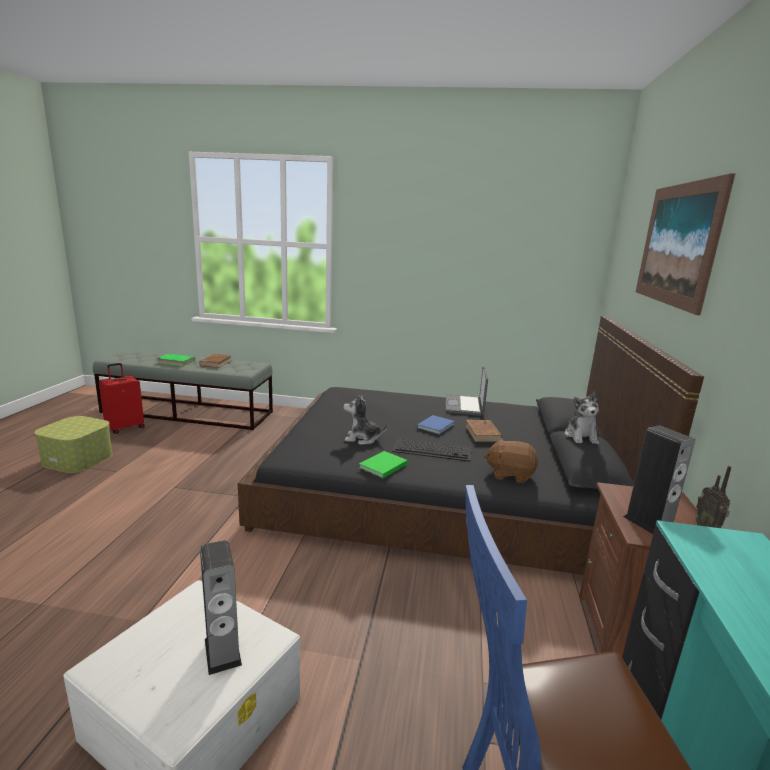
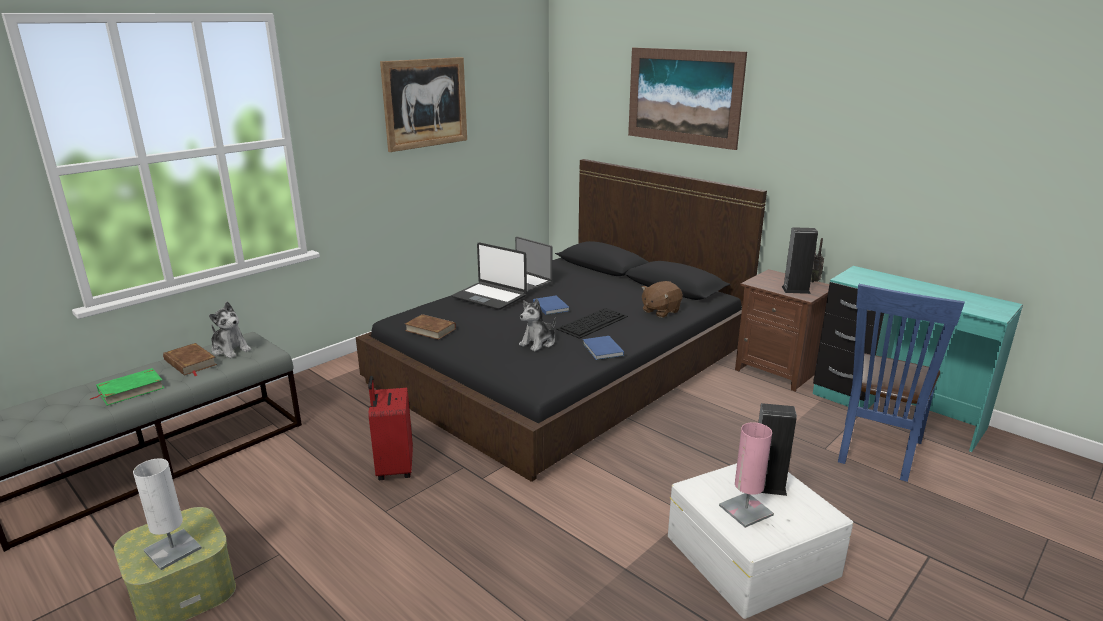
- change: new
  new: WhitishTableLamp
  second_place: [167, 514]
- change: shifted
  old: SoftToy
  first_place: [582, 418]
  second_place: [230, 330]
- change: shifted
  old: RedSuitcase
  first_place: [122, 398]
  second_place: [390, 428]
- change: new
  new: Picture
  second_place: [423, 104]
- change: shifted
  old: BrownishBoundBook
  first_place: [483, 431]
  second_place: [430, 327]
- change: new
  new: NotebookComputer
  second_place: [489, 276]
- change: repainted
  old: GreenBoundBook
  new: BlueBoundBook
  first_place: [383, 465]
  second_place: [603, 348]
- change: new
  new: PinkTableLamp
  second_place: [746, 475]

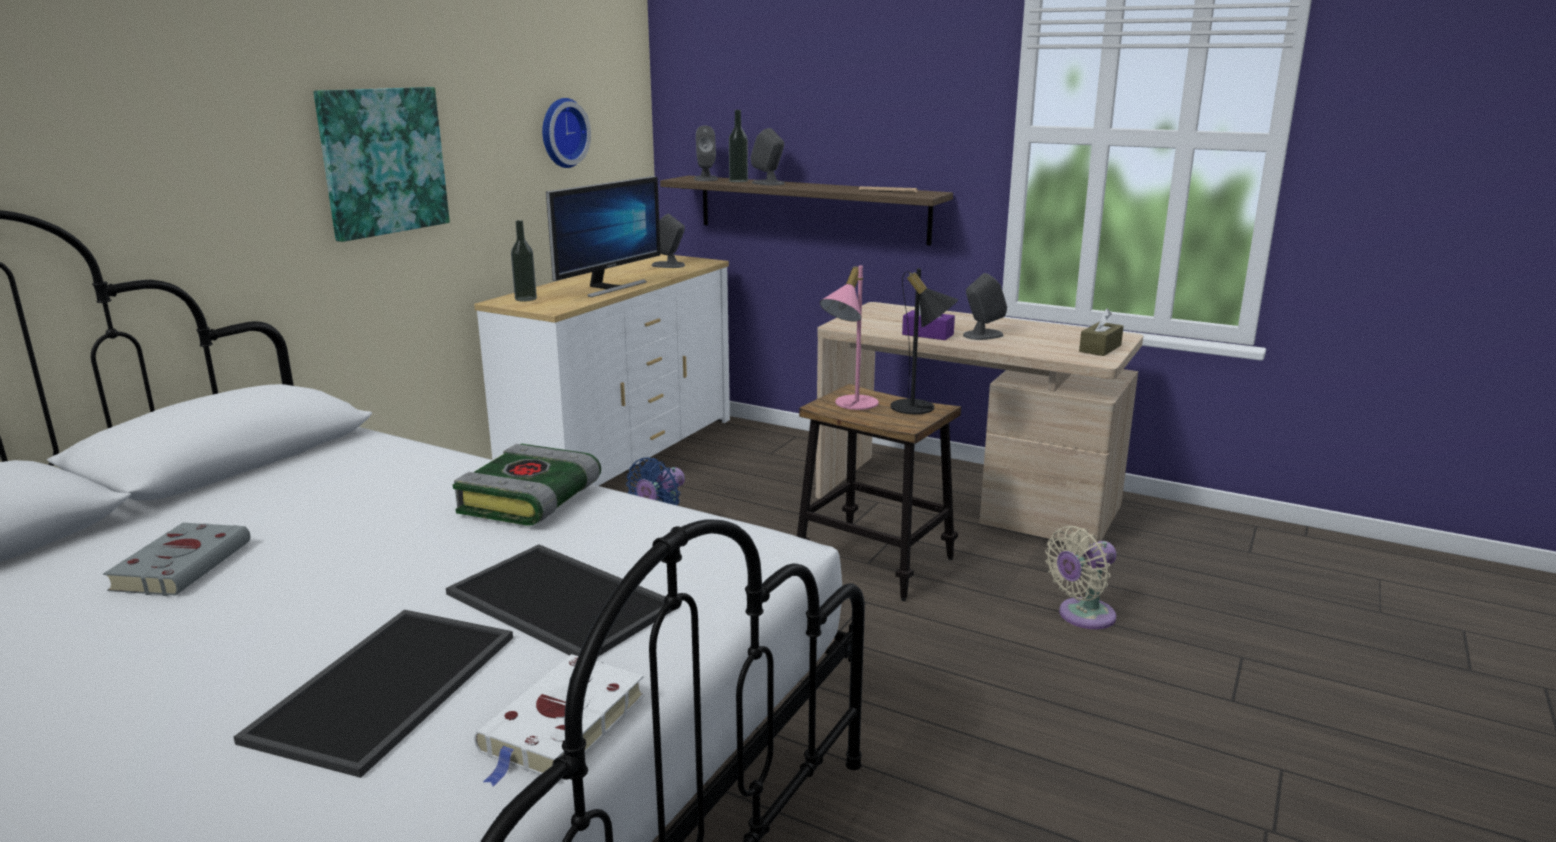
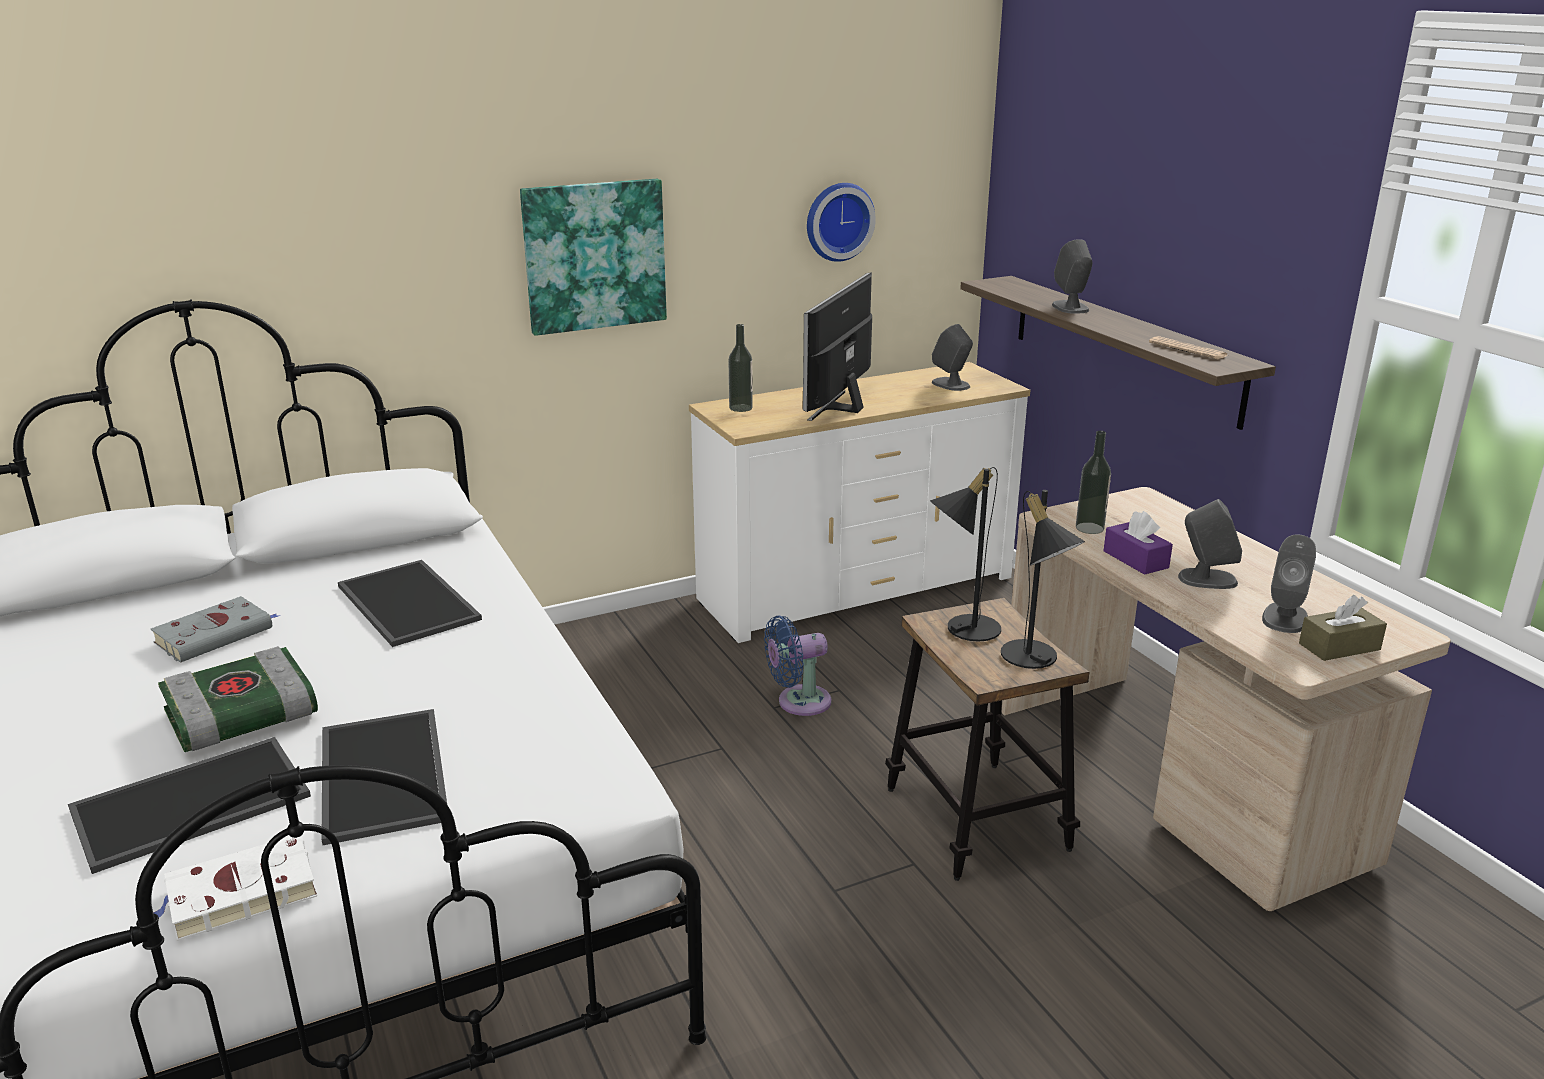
- change: shifted
  old: BoundBook
  first_place: [527, 485]
  second_place: [238, 699]
- change: new
  new: CarryingTray
  second_place: [410, 603]
- change: rotated
  old: ComputerScreen
  first_place: [603, 236]
  second_place: [837, 346]
  degrees: 135
- change: repainted
  old: PinkTableLamp
  new: BlackTableLamp
  first_place: [849, 337]
  second_place: [965, 554]
- change: shifted
  old: DrinkBottle
  first_place: [738, 146]
  second_place: [1093, 482]
- change: shifted
  old: GreyLoudspeaker
  first_place: [706, 153]
  second_place: [1289, 583]
- change: gone
  old: BeigeColouredCoolingFan
  first_place: [1080, 577]

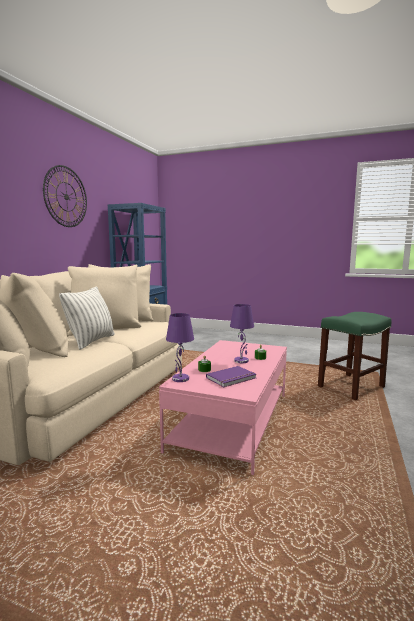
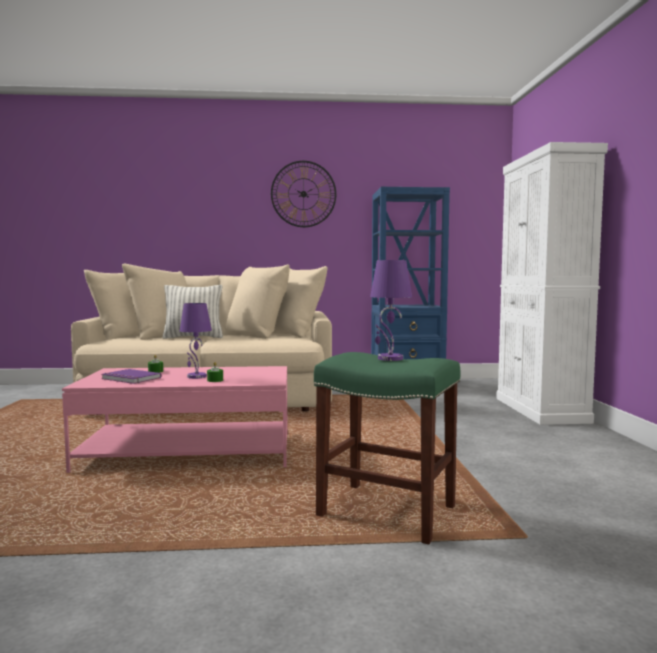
- change: shifted
  old: PurpleColouredTableLamp
  first_place: [180, 347]
  second_place: [391, 310]
- change: new
  new: WhitishCupboard
  second_place: [552, 283]

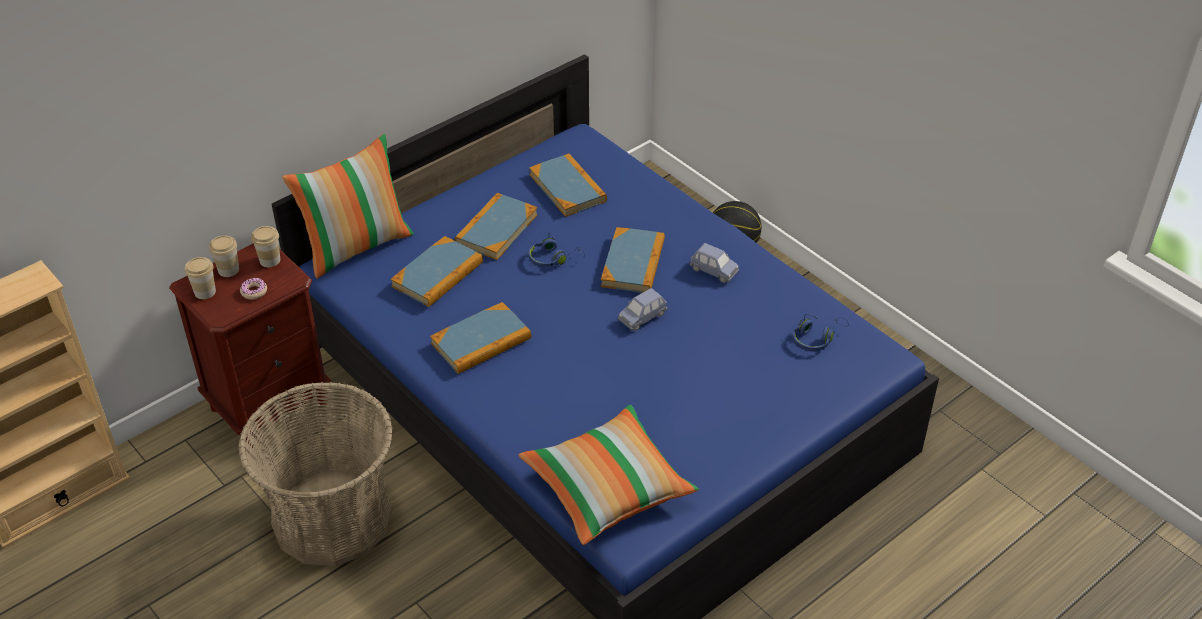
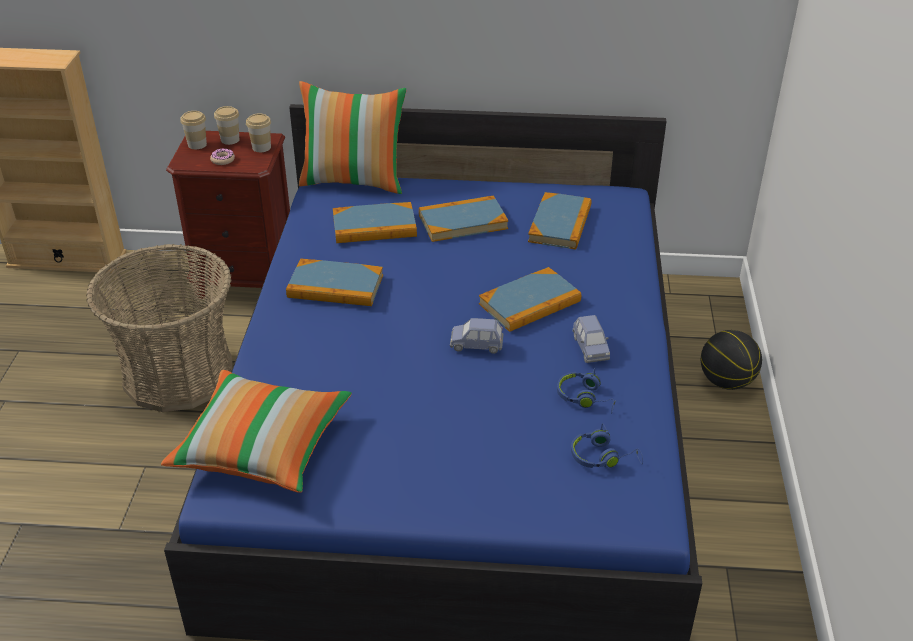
- change: shifted
  old: BlueHeadphones
  first_place: [556, 249]
  second_place: [586, 390]

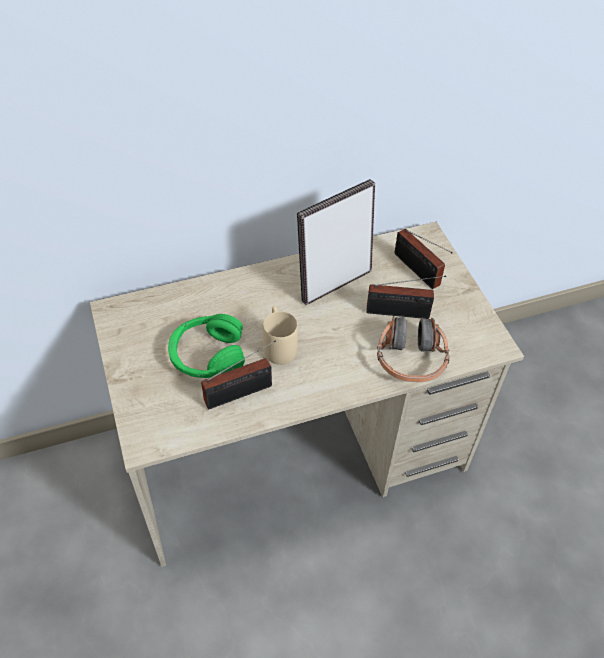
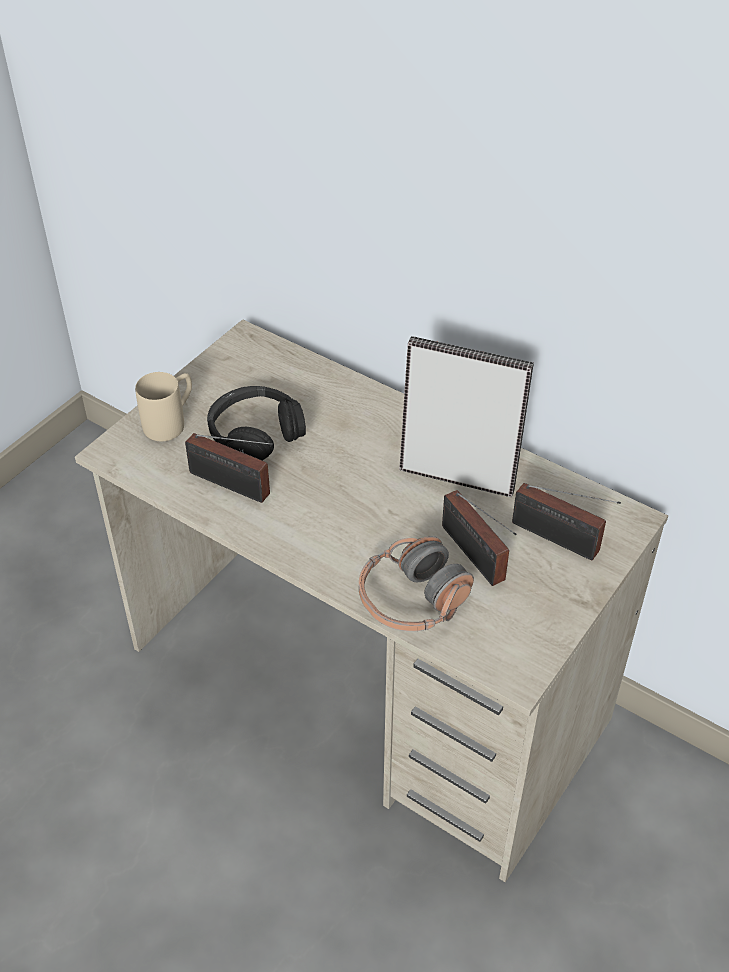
- change: shifted
  old: BeigeColouredMug
  first_place: [280, 335]
  second_place: [163, 406]
- change: repainted
  old: GreenHeadphones
  new: BlackHeadphones
  first_place: [206, 346]
  second_place: [256, 423]
- change: rotated
  old: Radio
  first_place: [423, 259]
  second_place: [566, 521]
  degrees: -75

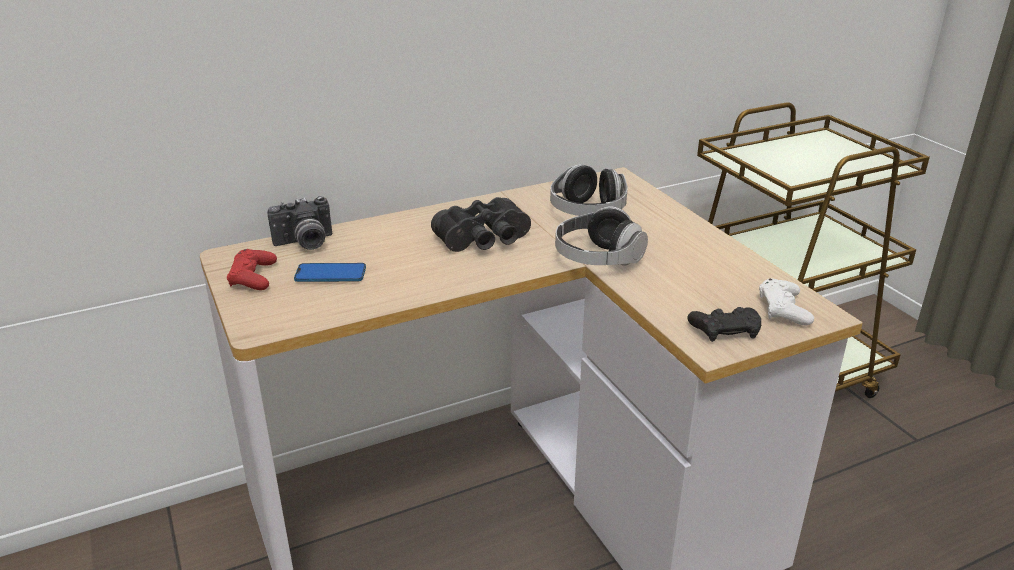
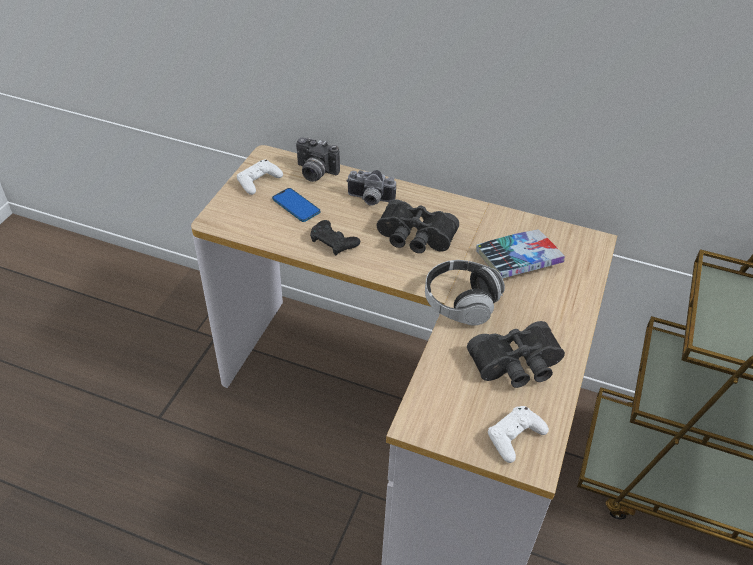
- change: repainted
  old: RedGamepad
  new: WhitishGamepad
  first_place: [252, 269]
  second_place: [260, 177]
- change: shifted
  old: BlackGamepad
  first_place: [724, 324]
  second_place: [335, 237]
- change: new
  new: StillCamera
  second_place: [371, 188]
- change: new
  new: BlackBinoculars
  second_place: [516, 354]
- change: swapped
  old: Headphones
  new: BoundBook
  first_place: [589, 190]
  second_place: [520, 253]

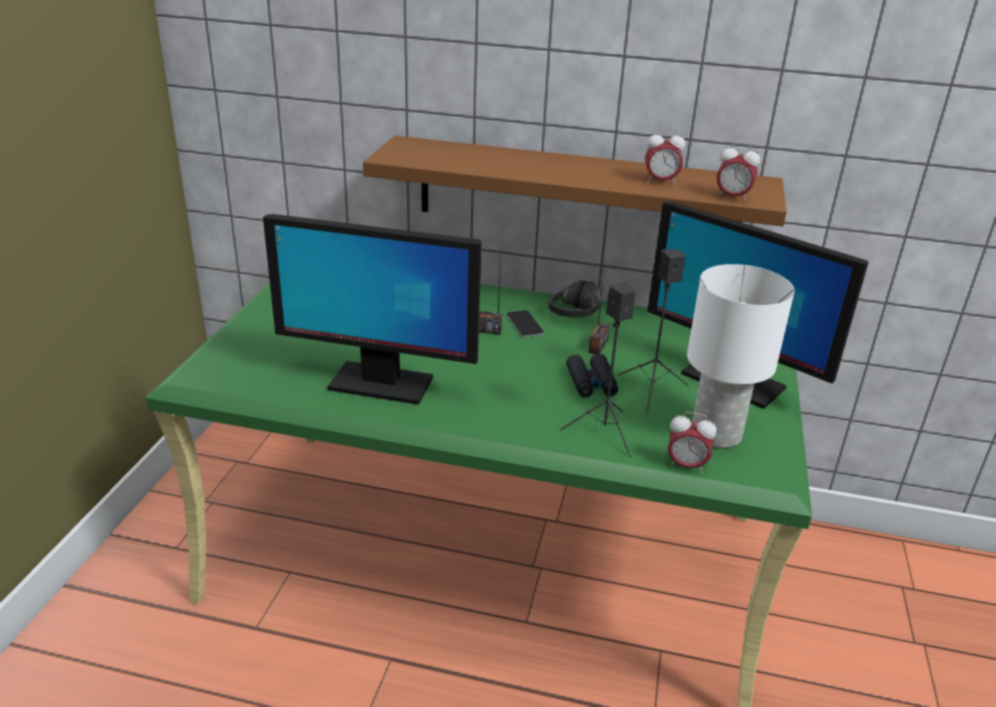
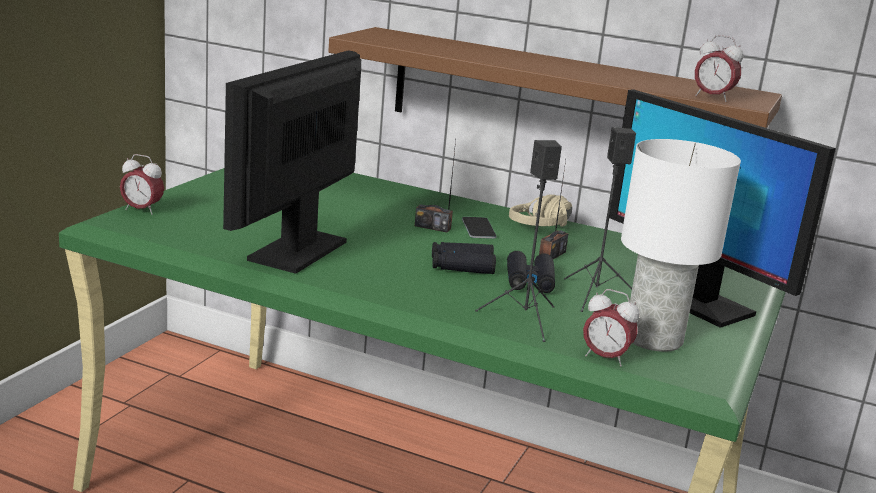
- change: shifted
  old: BedsideClock
  first_place: [665, 157]
  second_place: [142, 184]
- change: rotated
  old: ComputerScreen
  first_place: [372, 309]
  second_place: [292, 162]
  degrees: 90
- change: new
  new: BlackBinoculars
  second_place: [464, 258]
- change: repainted
  old: BlackHeadphones
  new: BeigeColouredHeadphones
  first_place: [575, 298]
  second_place: [540, 210]

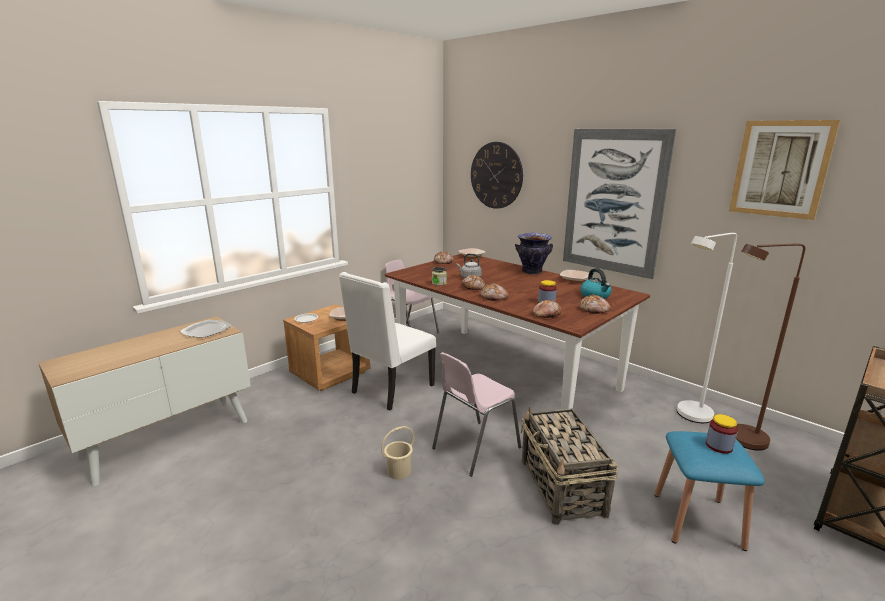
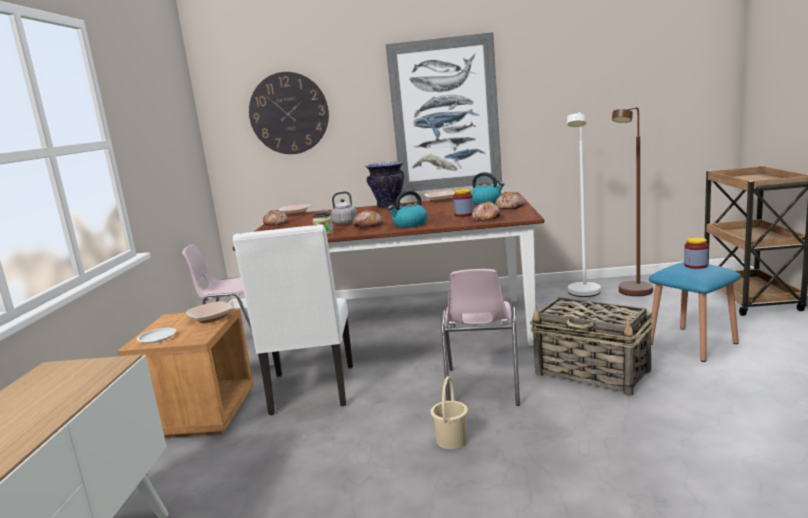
- change: swapped
  old: Bread
  new: TeaKettle
  first_place: [495, 292]
  second_place: [408, 209]
- change: gone
  old: FlatDish
  first_place: [206, 329]
- change: gone
  old: Picture
  first_place: [784, 170]

